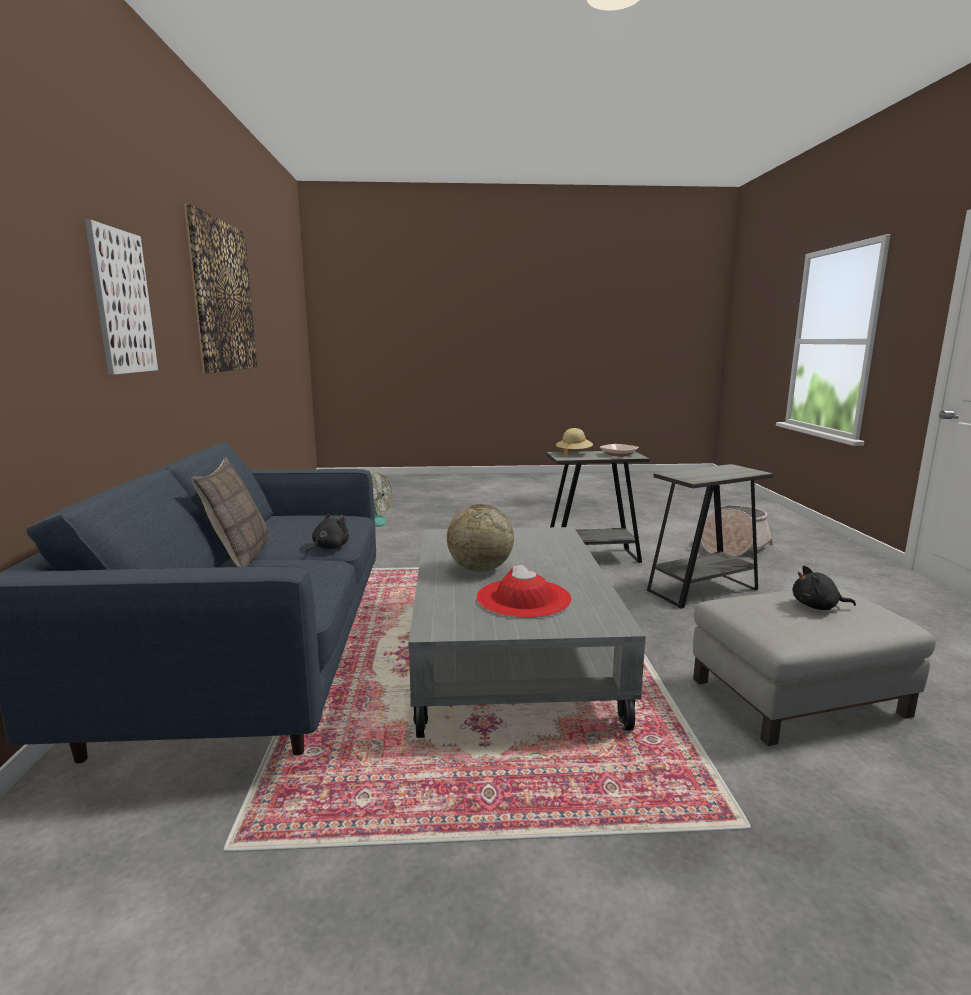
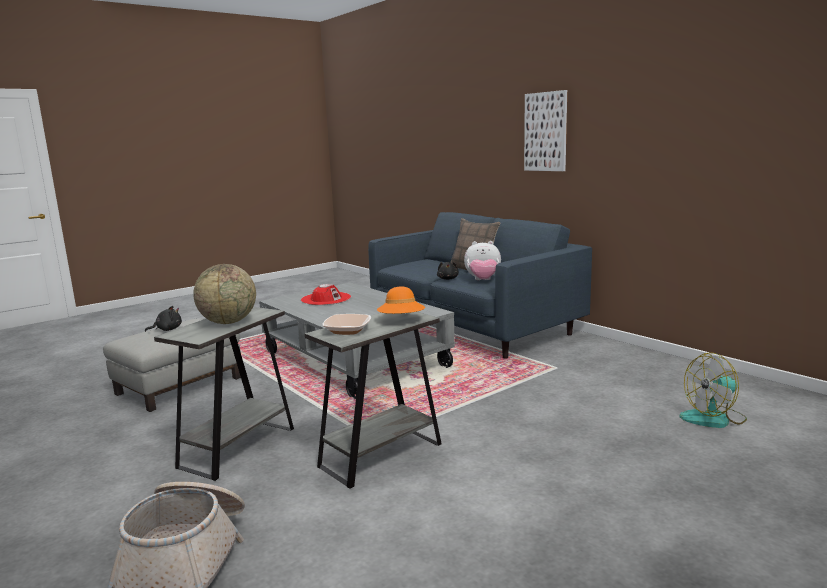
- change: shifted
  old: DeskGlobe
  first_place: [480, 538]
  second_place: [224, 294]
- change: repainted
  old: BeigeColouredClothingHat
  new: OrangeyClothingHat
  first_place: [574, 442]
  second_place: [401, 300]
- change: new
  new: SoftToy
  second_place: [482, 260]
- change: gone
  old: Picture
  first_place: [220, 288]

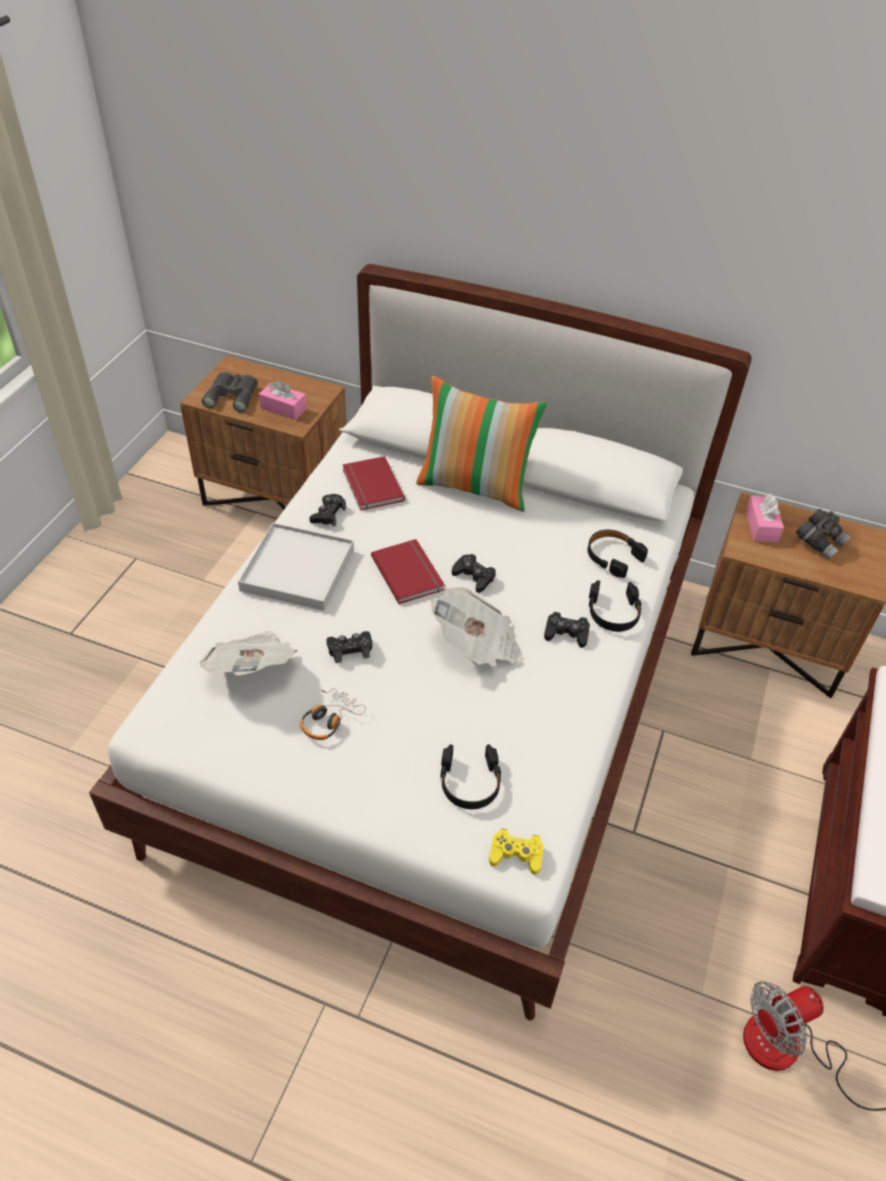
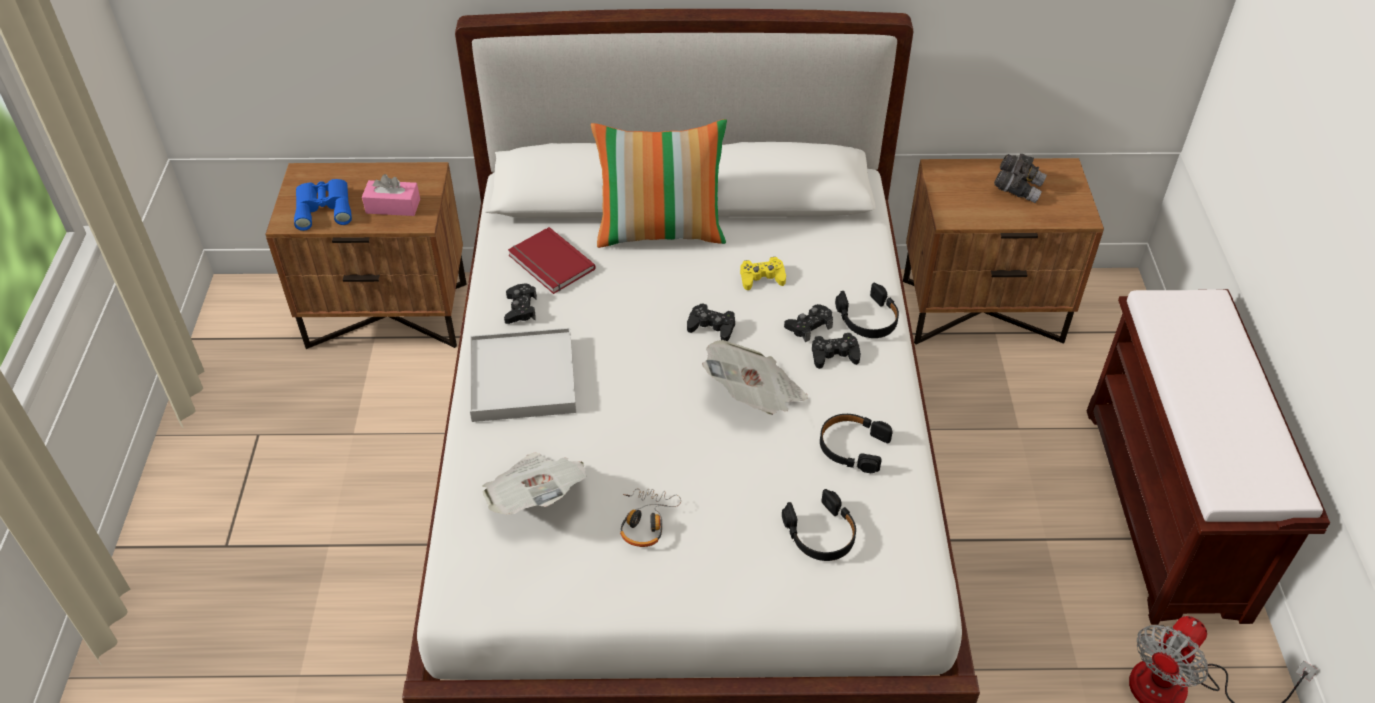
- change: repainted
  old: GreyBinoculars
  new: BlueBinoculars
  first_place: [230, 392]
  second_place: [323, 205]
- change: shifted
  old: YellowGamepad
  first_place: [516, 852]
  second_place: [763, 273]
- change: shifted
  old: BlackGamepad
  first_place: [349, 647]
  second_place: [808, 323]
- change: shifted
  old: BlackHeadphones
  first_place: [618, 554]
  second_place: [856, 443]
- change: gone
  old: RedBoundBook
  first_place: [408, 571]
- change: gone
  old: PinkBoxOfTissues
  first_place: [764, 517]

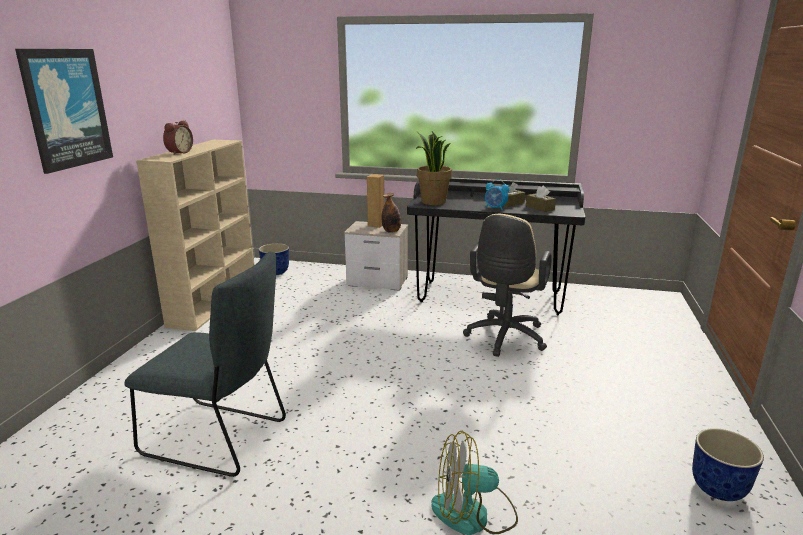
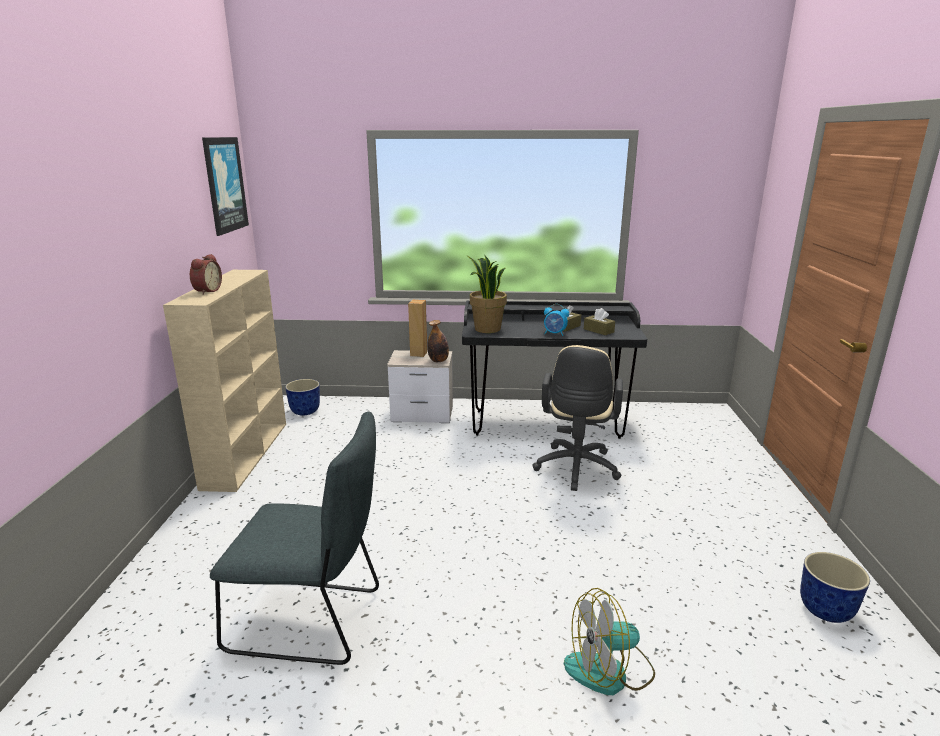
- change: shifted
  old: Picture
  first_place: [64, 111]
  second_place: [225, 186]

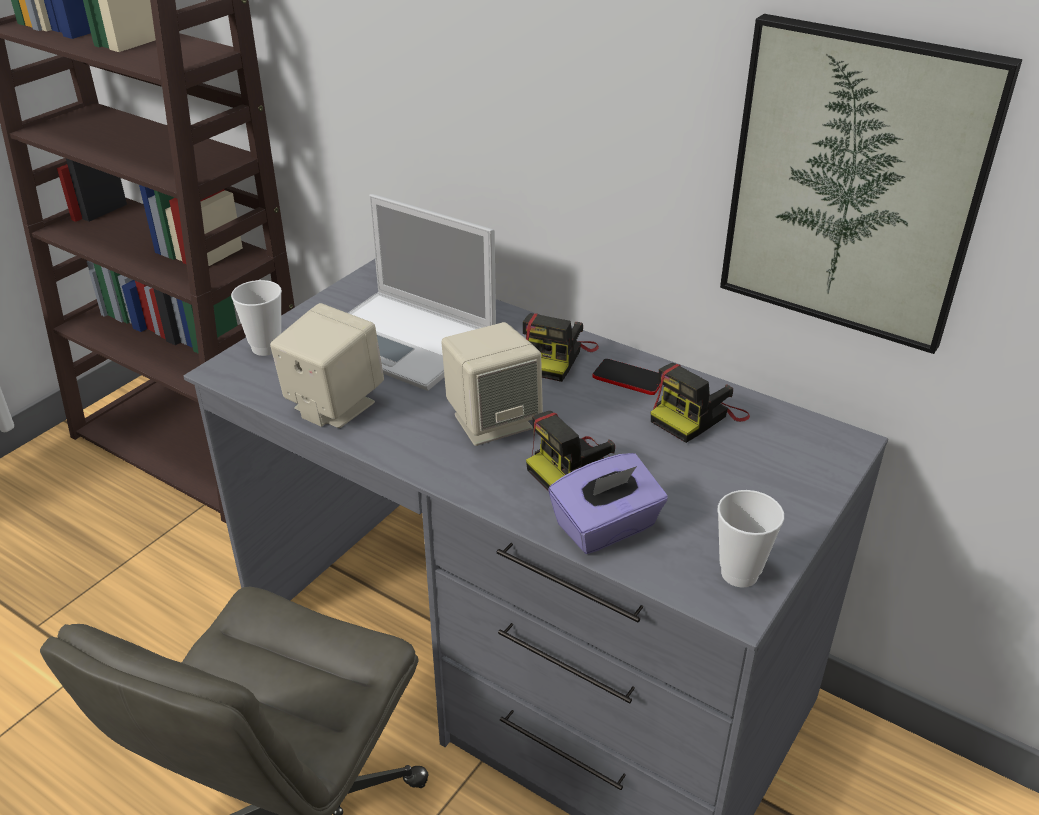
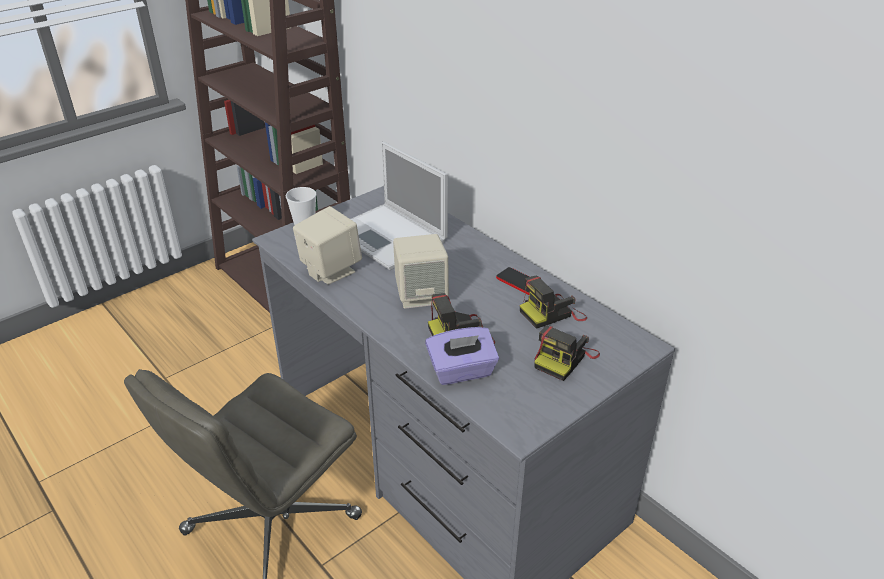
- change: shifted
  old: StillCamera
  first_place: [561, 347]
  second_place: [567, 353]
- change: gone
  old: SmallCup
  first_place: [751, 538]
- change: gone
  old: Picture
  first_place: [871, 184]

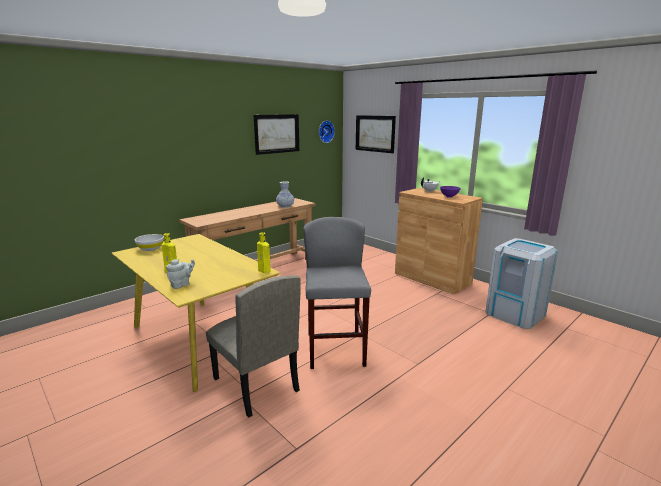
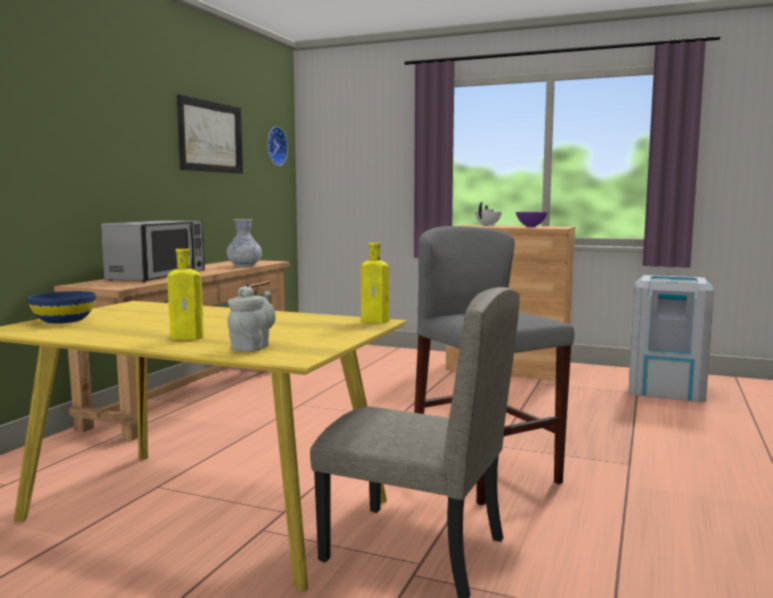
- change: repainted
  old: WhitishServingBowl
  new: BlueServingBowl
  first_place: [149, 242]
  second_place: [61, 307]
- change: new
  new: KitchenMicrowave
  second_place: [153, 251]
- change: gone
  old: Picture
  first_place: [376, 134]

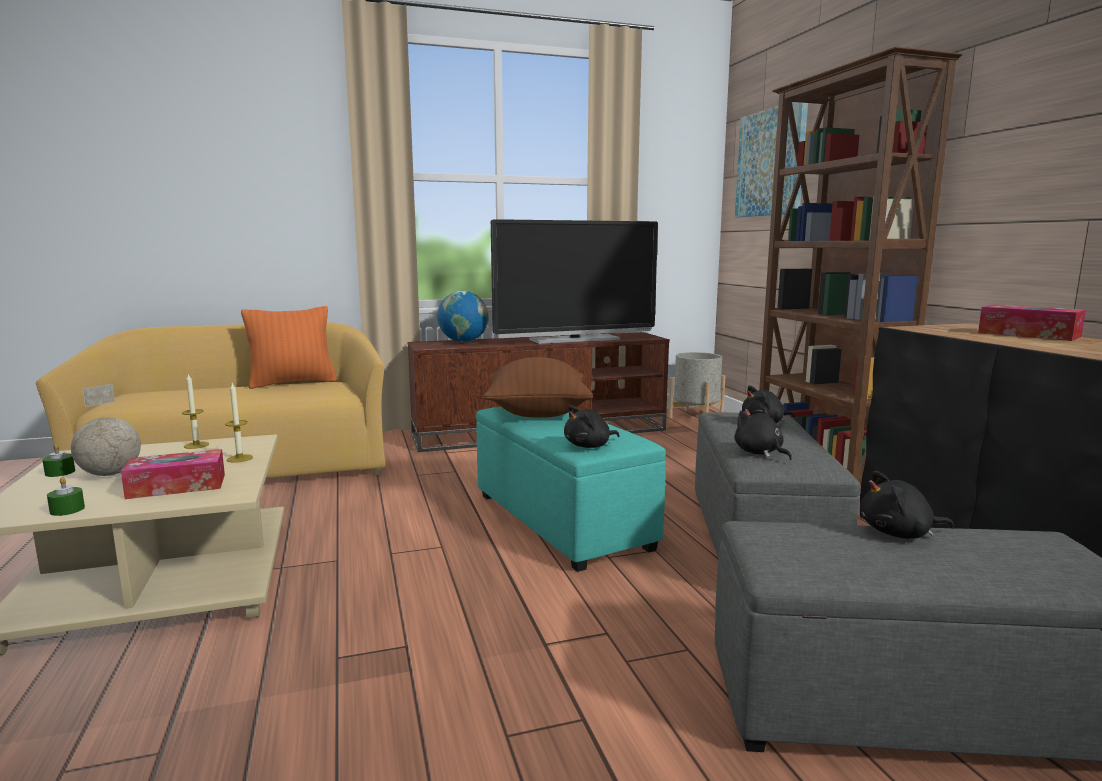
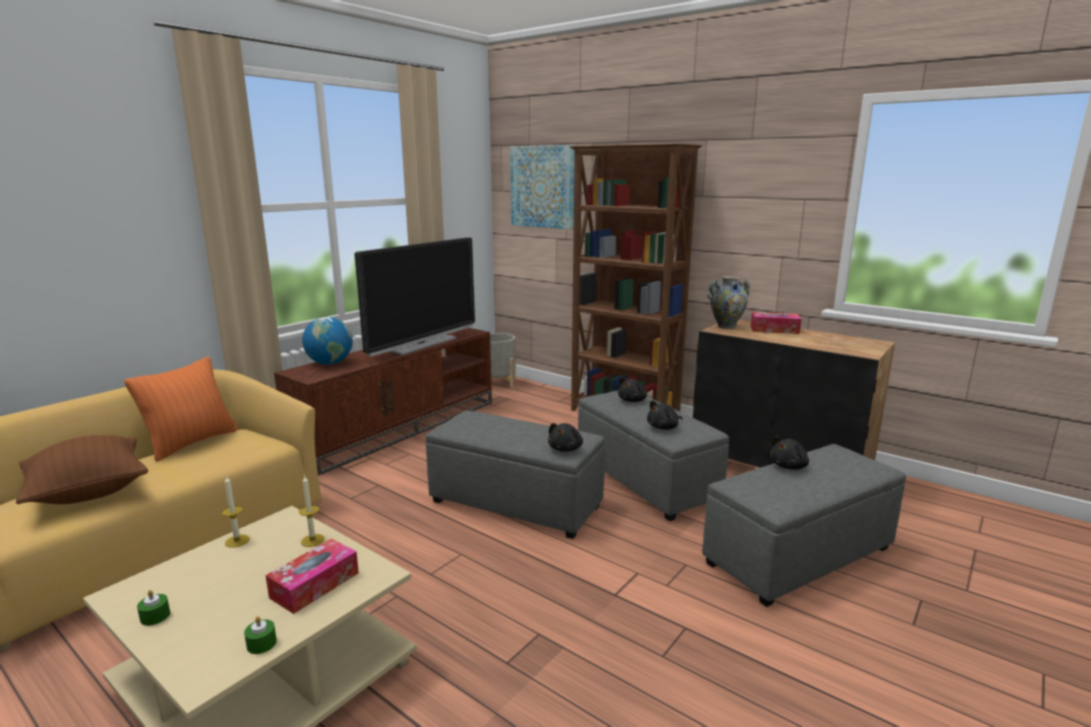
- change: shifted
  old: BrownishPillow
  first_place: [538, 387]
  second_place: [82, 469]
- change: repainted
  old: TurquoisePouffe
  new: GreyPouffe
  first_place: [571, 489]
  second_place: [515, 475]
- change: rotated
  old: BlackSoftToy
  first_place: [763, 433]
  second_place: [665, 415]
  degrees: -60
- change: new
  new: DecorativeVase
  second_place: [728, 302]
- change: gone
  old: DeskGlobe
  first_place: [106, 430]

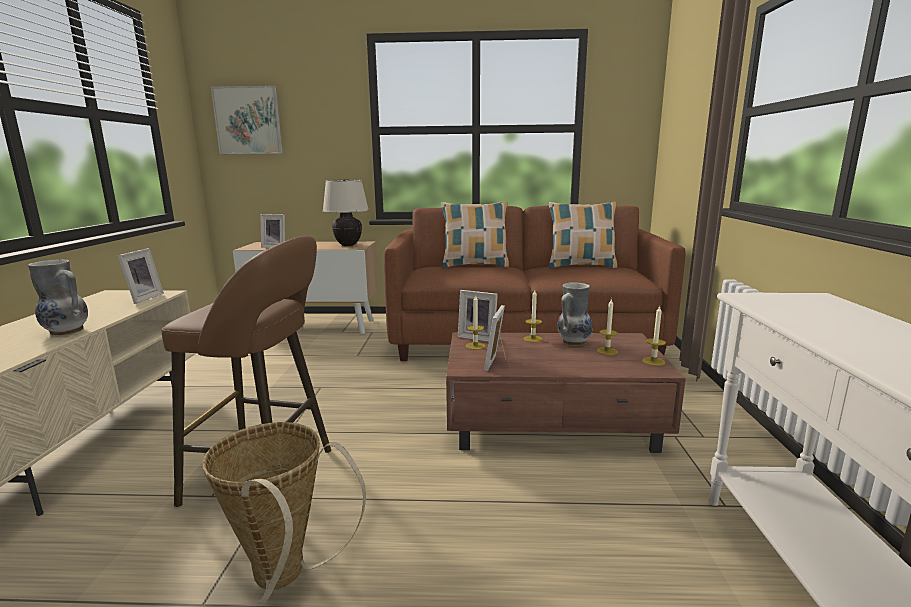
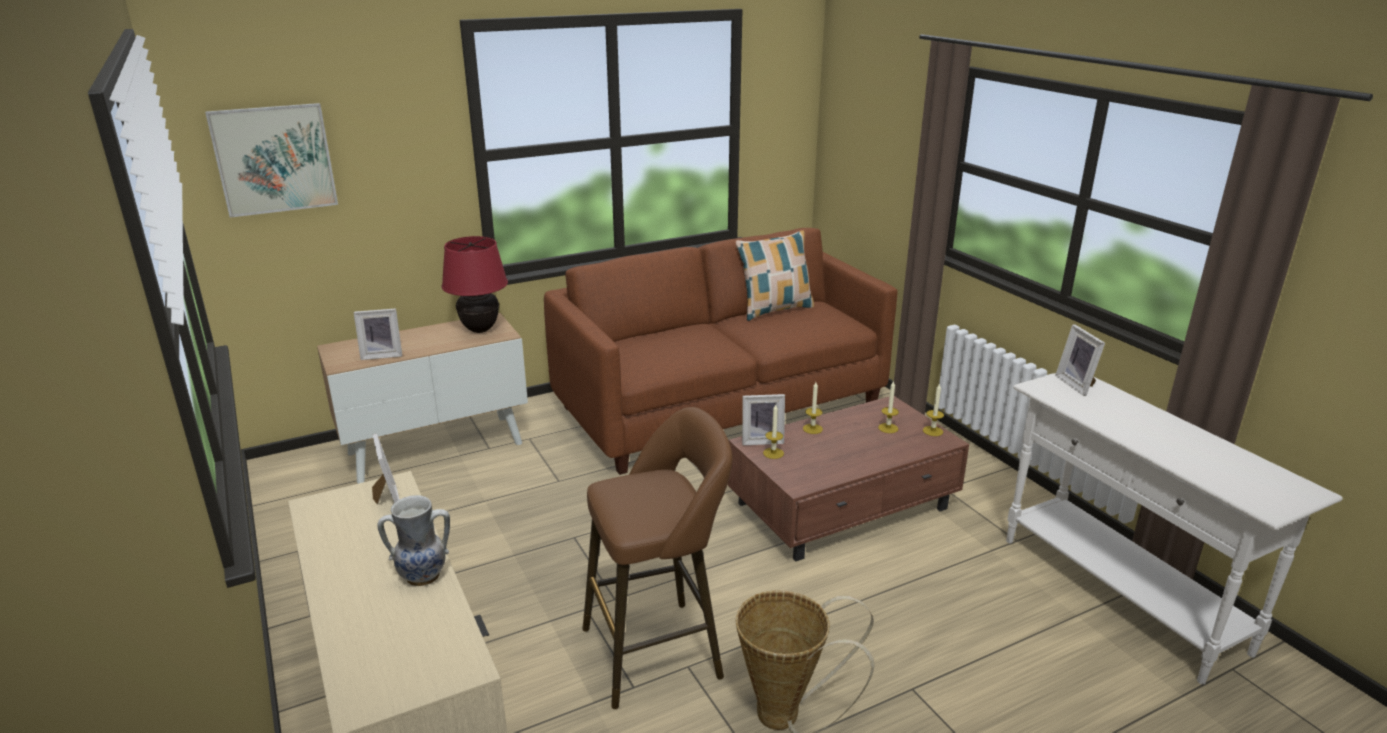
- change: repainted
  old: BeigeColouredTableLamp
  new: RedTableLamp
  first_place: [346, 212]
  second_place: [475, 284]
- change: shifted
  old: StandingFrame
  first_place: [496, 338]
  second_place: [1080, 360]
- change: gone
  old: Pillow
  first_place: [475, 234]
- change: gone
  old: DecorativeVase
  first_place: [575, 314]

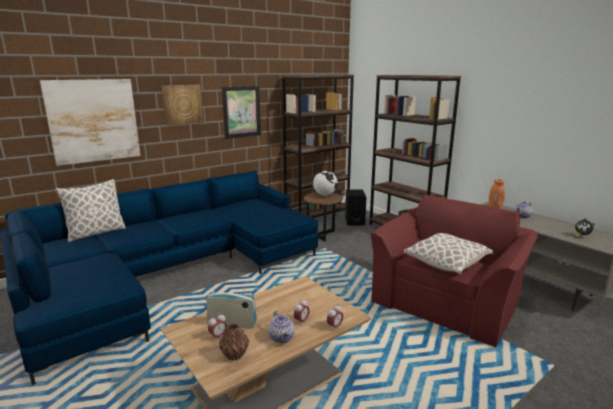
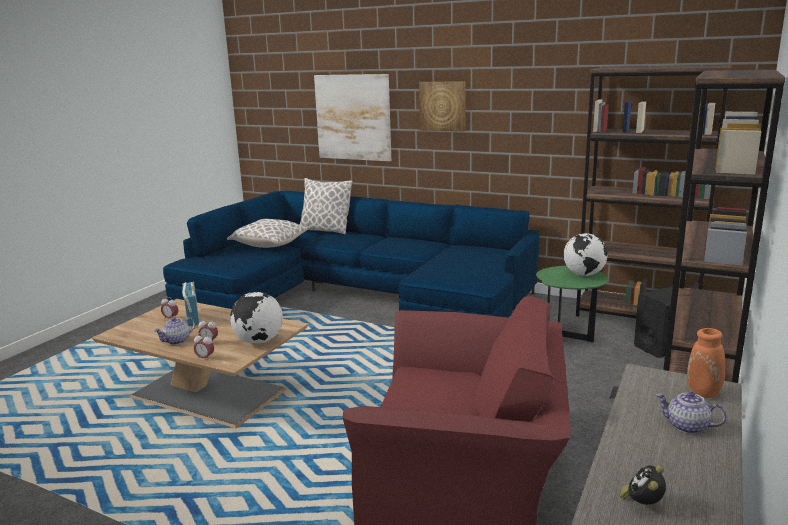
- change: shifted
  old: Pillow
  first_place: [448, 253]
  second_place: [267, 233]
- change: new
  new: DeskGlobe
  second_place: [256, 318]
- change: repainted
  old: BrownishSideTable
  new: GreenSideTable
  first_place: [323, 216]
  second_place: [572, 304]
- change: gone
  old: BrownishDecorativeVase
  first_place: [234, 342]
- change: gone
  old: Picture
  first_place: [241, 112]

